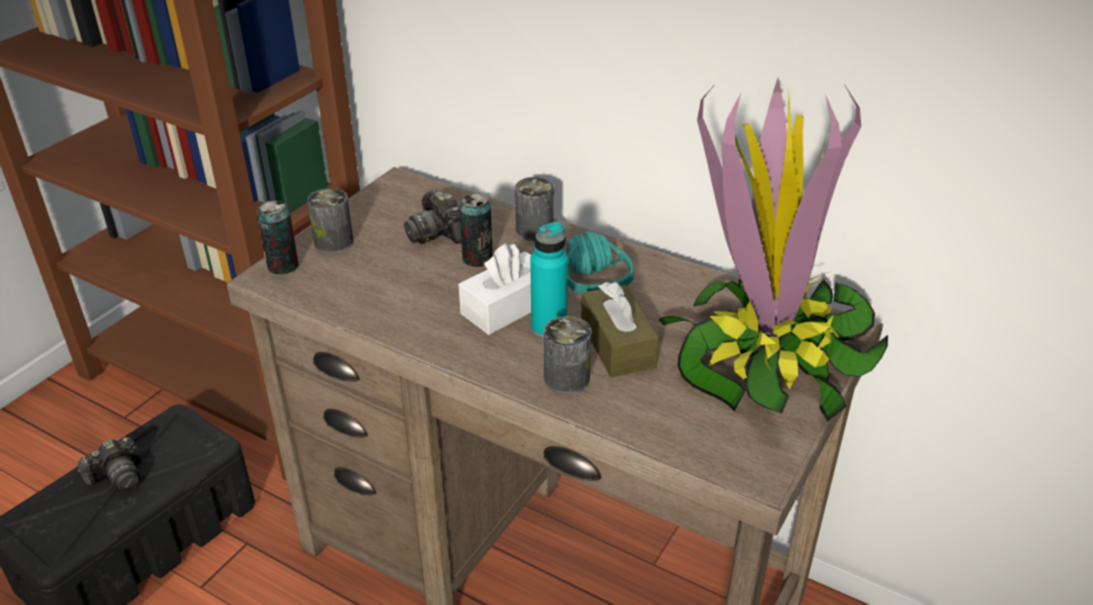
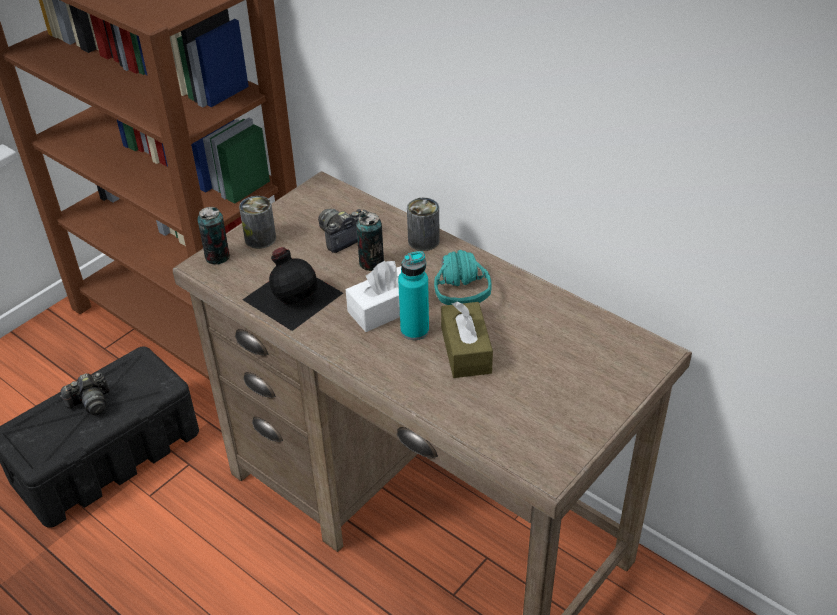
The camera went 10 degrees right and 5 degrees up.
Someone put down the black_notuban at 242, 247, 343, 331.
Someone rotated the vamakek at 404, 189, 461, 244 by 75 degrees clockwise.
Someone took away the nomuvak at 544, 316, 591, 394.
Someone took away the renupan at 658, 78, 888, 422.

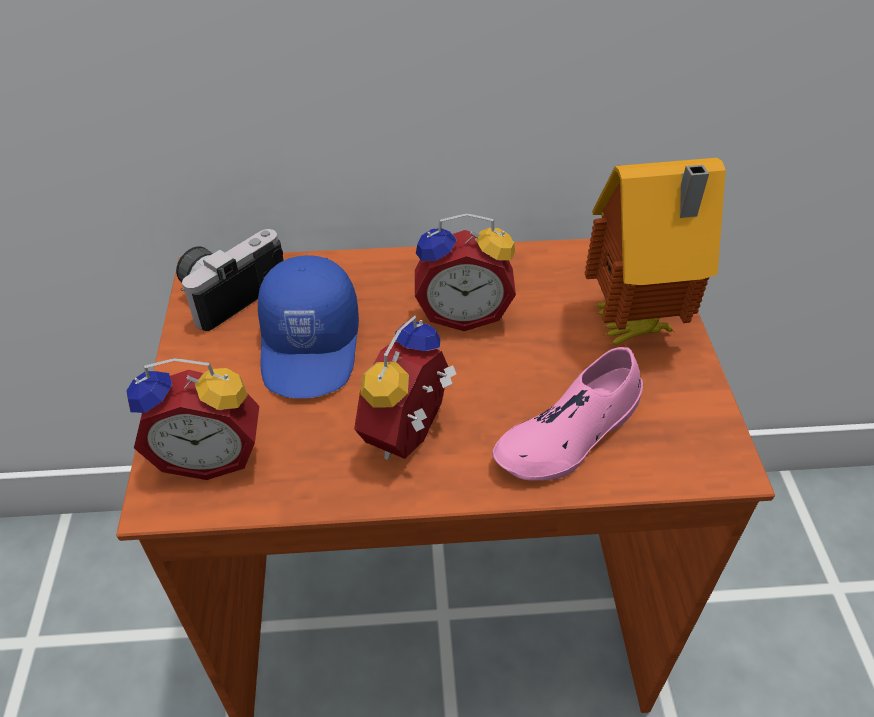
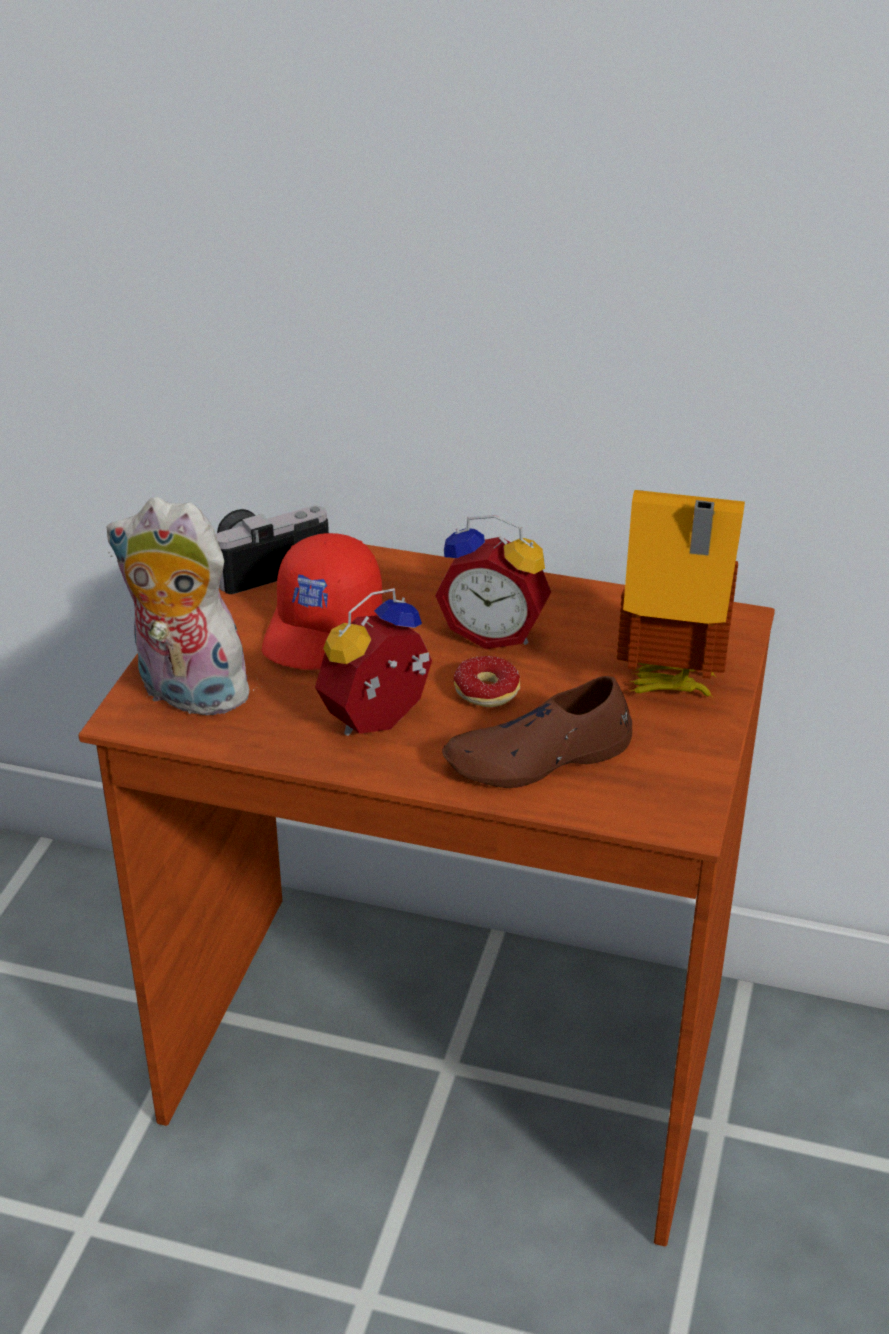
The camera went 20 degrees right and 10 degrees down.
Someone swapped the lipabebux at 126, 358, 259, 480 for the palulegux at 106, 497, 255, 720.
Someone repainted the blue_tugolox at 258, 255, 359, 398, which became the red_tugolox at 262, 533, 382, 670.
Someone repainted the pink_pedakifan at 492, 347, 643, 481, which became the brown_pedakifan at 442, 676, 632, 788.
Someone put down the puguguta at 453, 656, 520, 707.

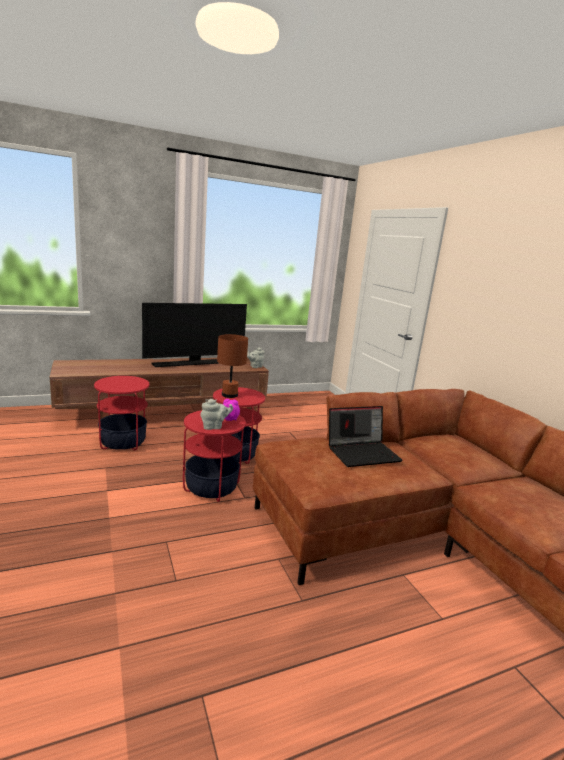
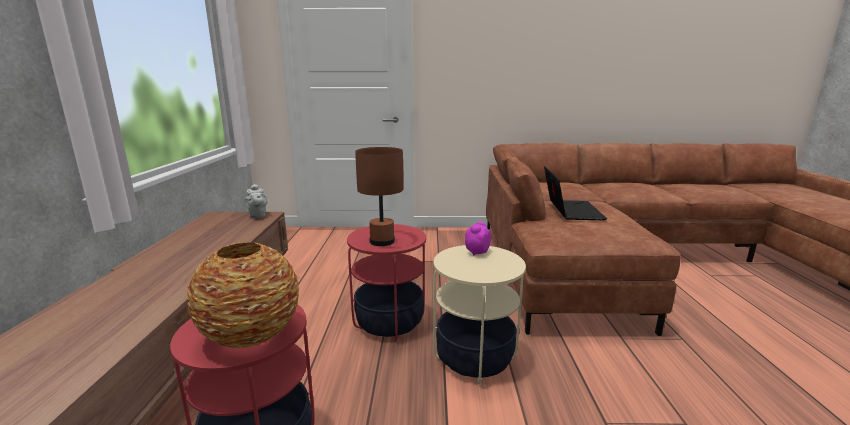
The camera went 65 degrees left and 0 degrees up.
Someone put down the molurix at 186, 242, 299, 348.
Someone repainted the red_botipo at 183, 410, 246, 502, which became the beige_botipo at 433, 245, 526, 384.
Someone took away the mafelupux at 142, 303, 247, 367.
Someone took away the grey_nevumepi at 200, 399, 233, 430.

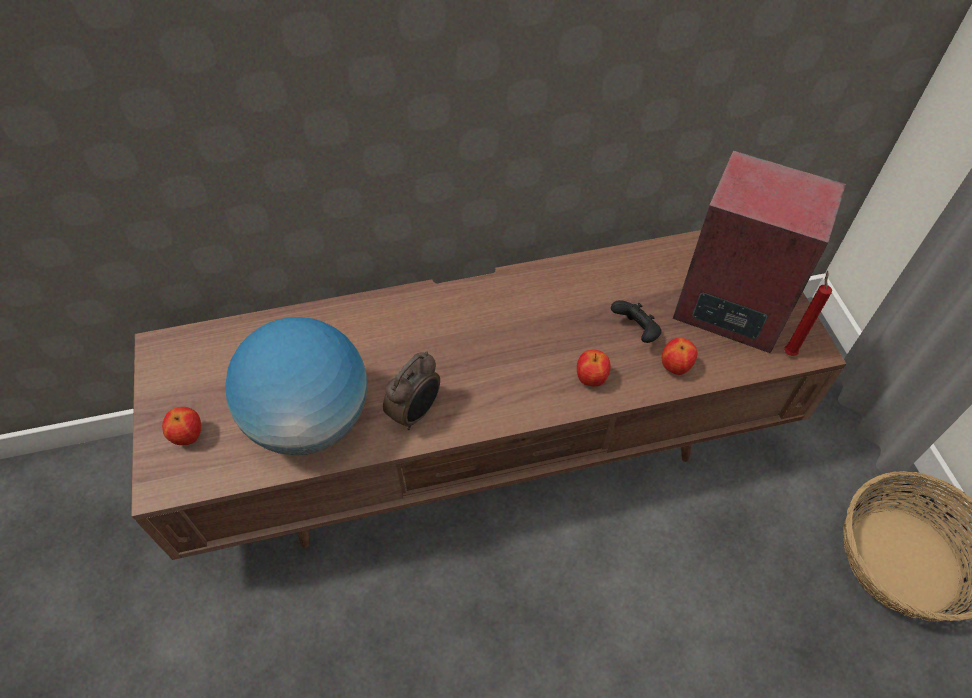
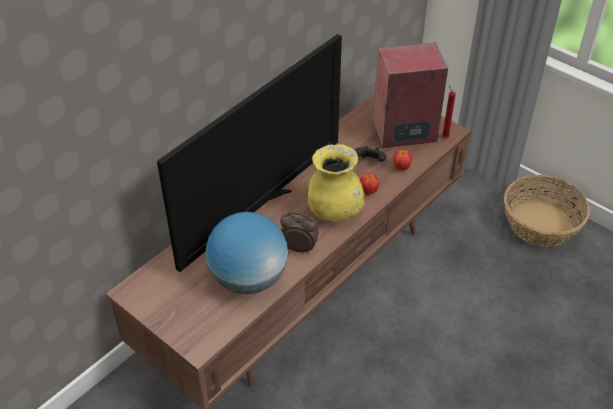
The camera went 35 degrees left and 10 degrees down.
Someone put down the mafelupux at 157, 34, 342, 272.
Someone rotated the lipabebux at 383, 351, 440, 430 by 75 degrees counterclockwise.
Someone put down the yellow_molurix at 308, 144, 365, 223.
Someone took away the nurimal at 162, 407, 201, 445.

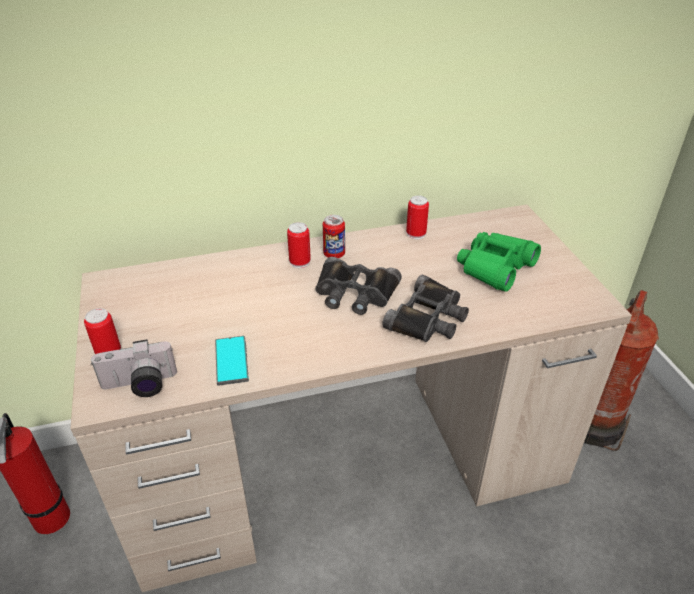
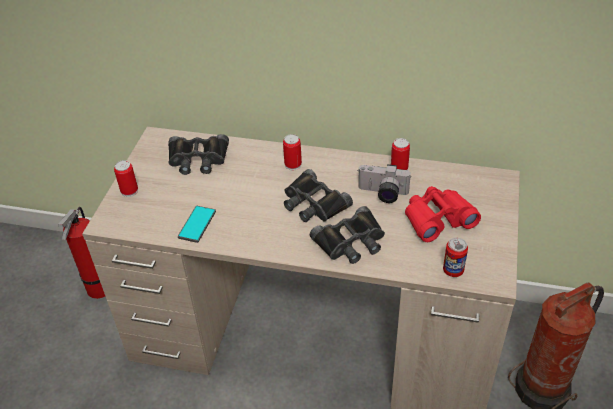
The camera went 30 degrees right and 5 degrees up.
Someone put down the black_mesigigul at 168, 134, 229, 175.
Someone carried the vamakek from 90, 339, 177, 397 to 358, 164, 411, 203.
Someone repainted the green_mesigigul at 457, 232, 541, 292, which became the red_mesigigul at 405, 186, 481, 242.
Someone carried the nomuvak from 323, 215, 345, 258 to 443, 238, 468, 277.

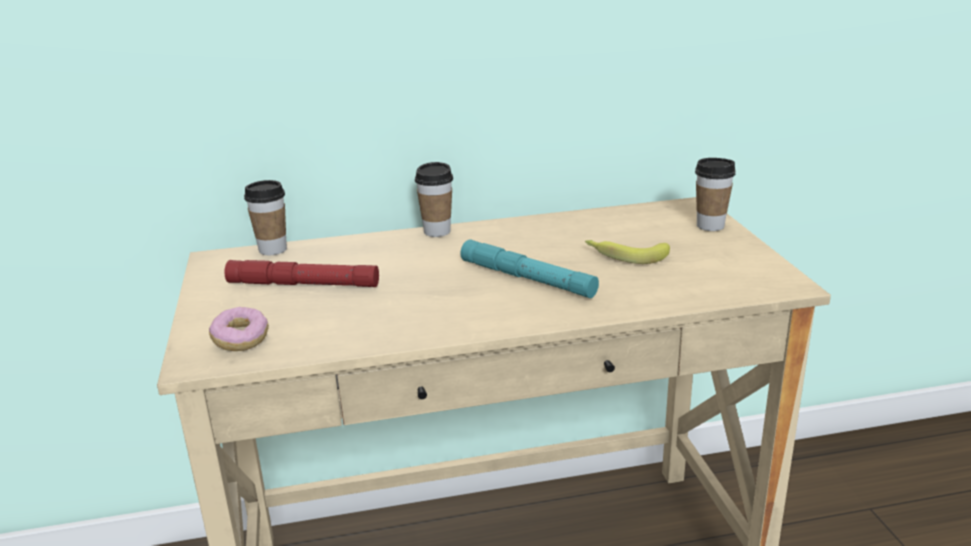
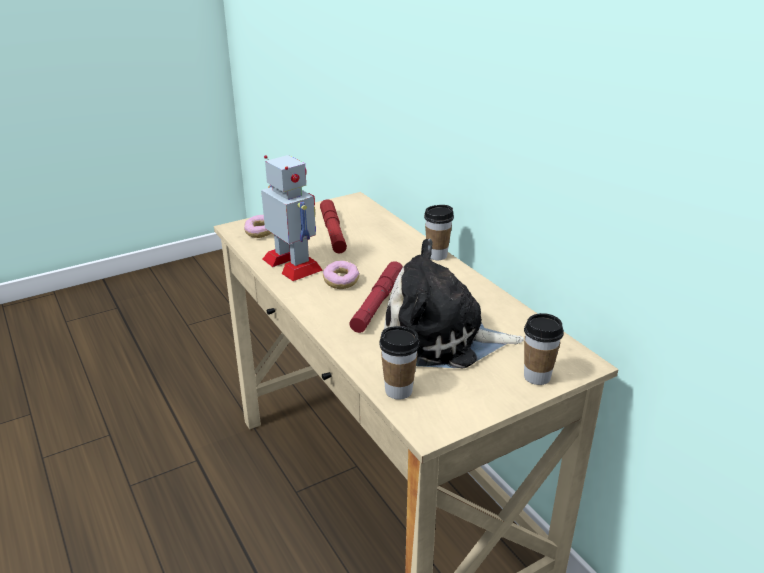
The camera went 70 degrees right and 5 degrees up.
Someone put down the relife at 261, 155, 323, 281.
Someone put down the puguguta at 323, 261, 359, 289.
Someone repainted the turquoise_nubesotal at 460, 239, 599, 298, which became the red_nubesotal at 349, 261, 403, 333.
Someone carried the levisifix from 244, 180, 287, 255 to 379, 326, 420, 400.
Someone swapped the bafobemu at 585, 240, 670, 264 for the palulegux at 384, 239, 524, 368.

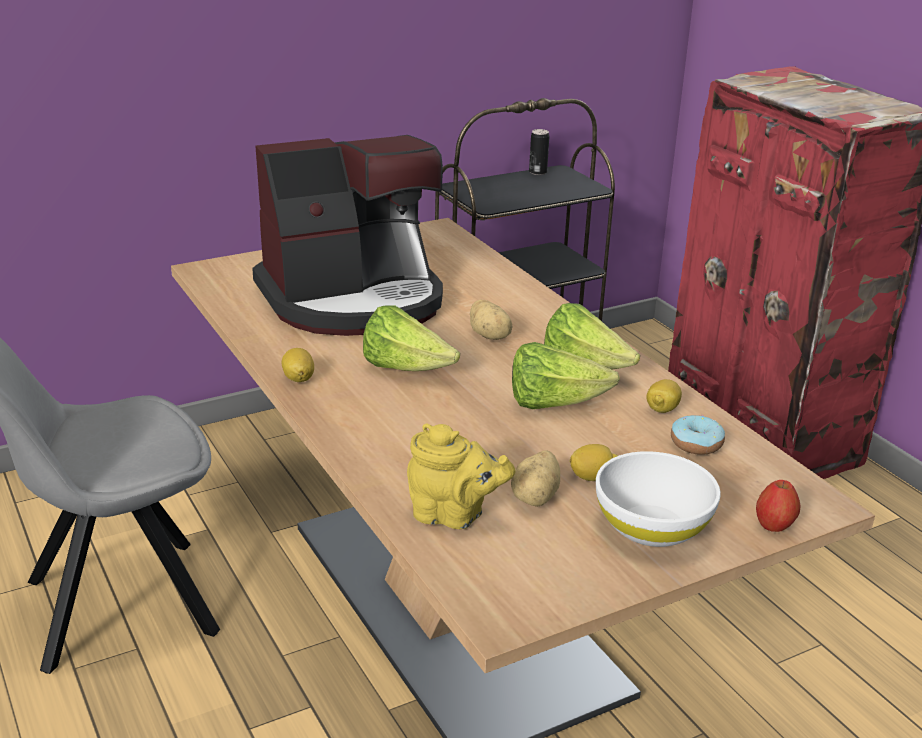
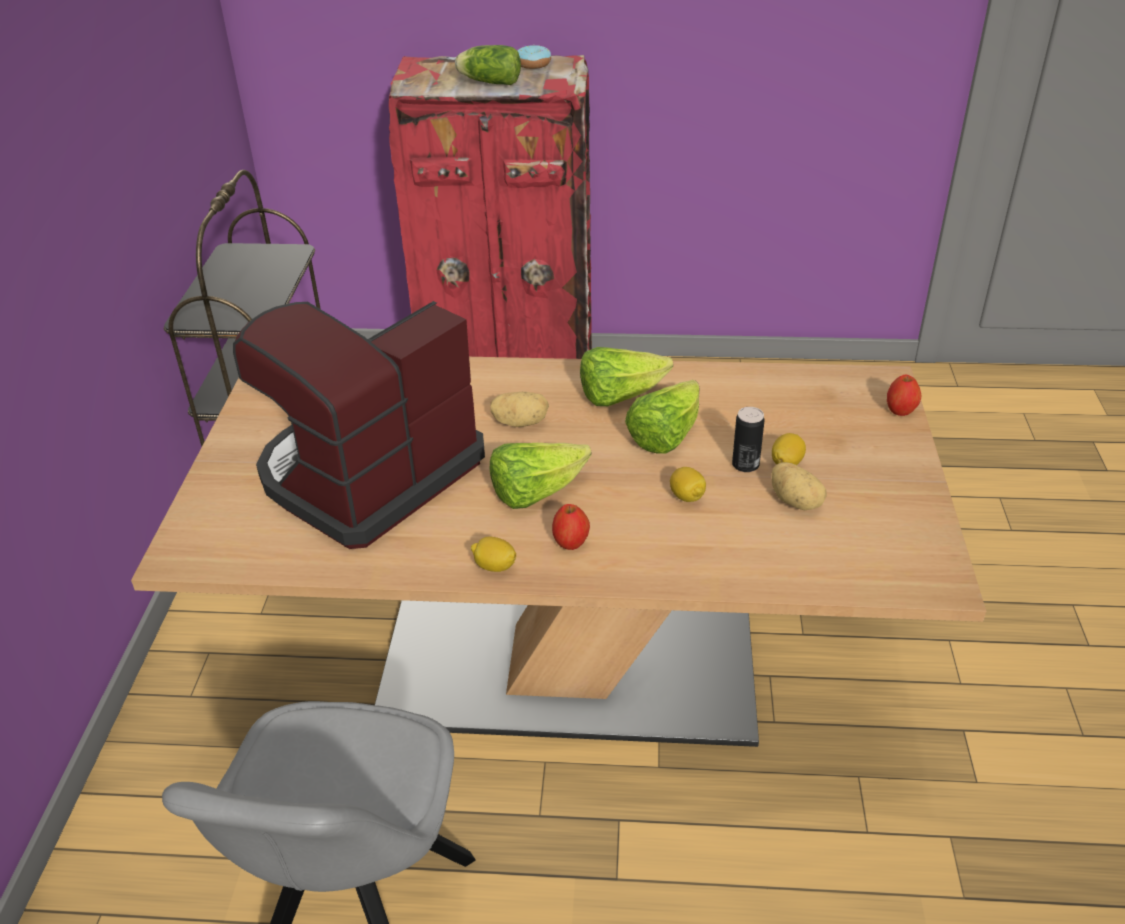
The camera went 55 degrees left and 10 degrees up.
Someone rotated the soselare at 252, 135, 443, 336 by 150 degrees counterclockwise.
Someone put down the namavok at 455, 45, 521, 85.
Someone carried the puguguta from 671, 415, 725, 455 to 517, 45, 551, 69.
Someone put down the nurimal at 552, 504, 590, 550.
Someone carried the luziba from 646, 379, 682, 413 to 670, 467, 706, 502.
Someone carried the nomuvak from 529, 129, 549, 175 to 732, 407, 765, 472.
Someone took away the yellow_nevumepi at 407, 423, 516, 529.
Someone took away the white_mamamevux at 596, 451, 721, 547.

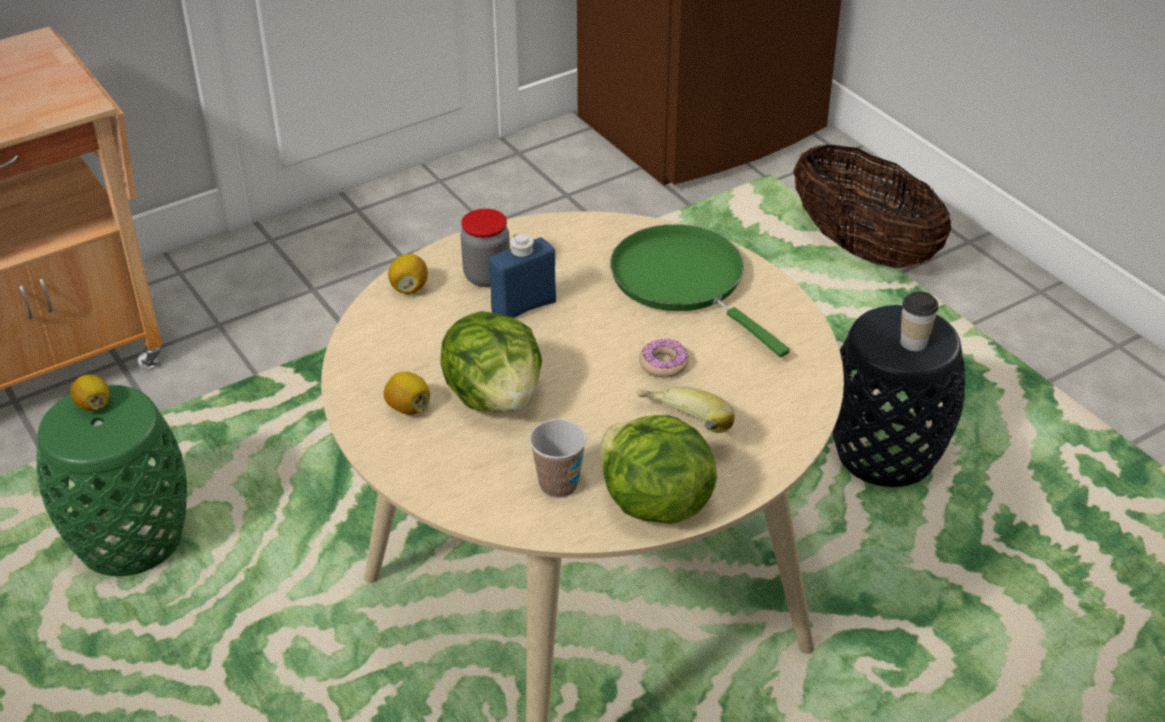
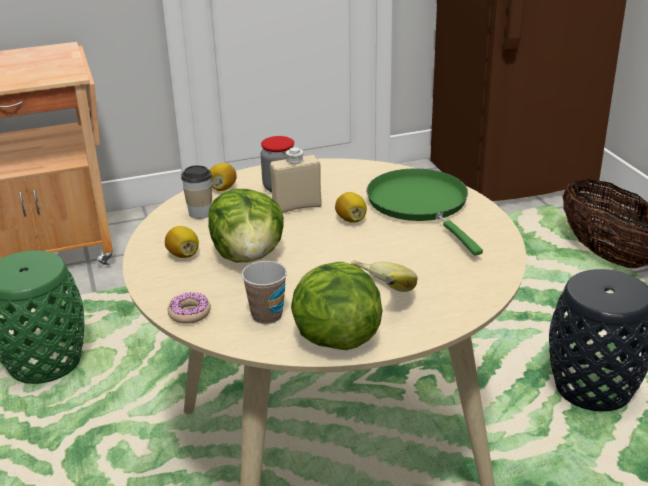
The camera went 15 degrees right and 10 degrees down.
Someone carried the puguguta from 639, 338, 689, 378 to 167, 292, 211, 324.
Someone carried the levisifix from 900, 291, 938, 351 to 181, 165, 212, 219.
Someone repainted the blue_notuban at 489, 234, 556, 318, which became the beige_notuban at 270, 147, 322, 213.
Someone carried the luziba from 71, 375, 109, 411 to 335, 192, 367, 223.

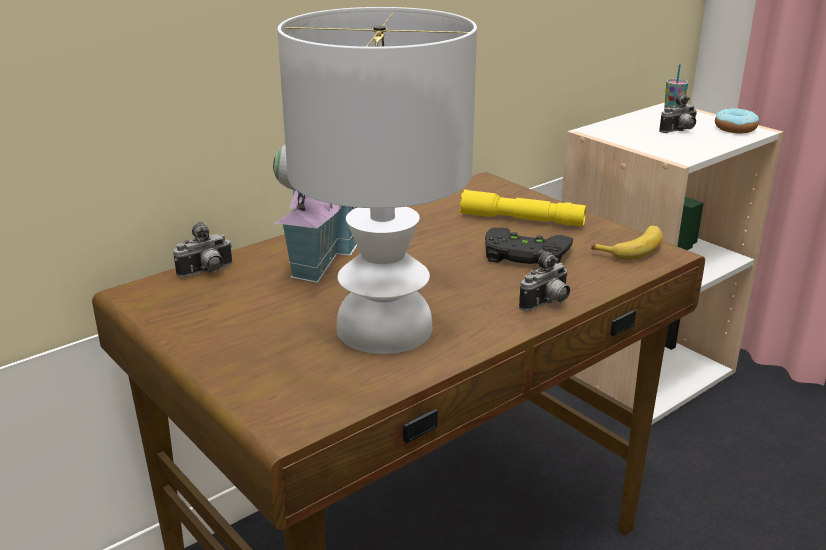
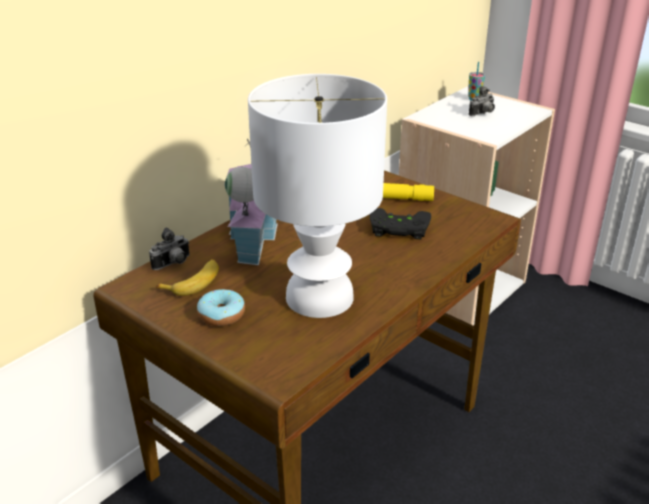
The camera went 10 degrees left and 5 degrees up.
Someone carried the bafobemu from 591, 225, 663, 260 to 156, 259, 219, 296.
Someone carried the puguguta from 715, 108, 759, 134 to 197, 289, 245, 326.
Someone took away the vamakek at 519, 250, 570, 311.

